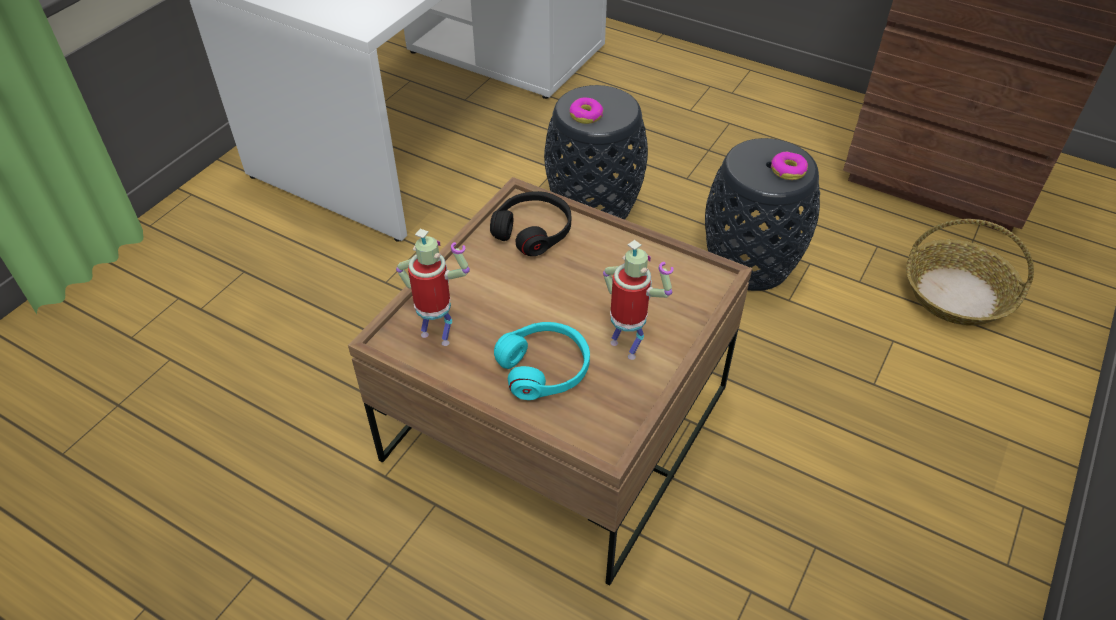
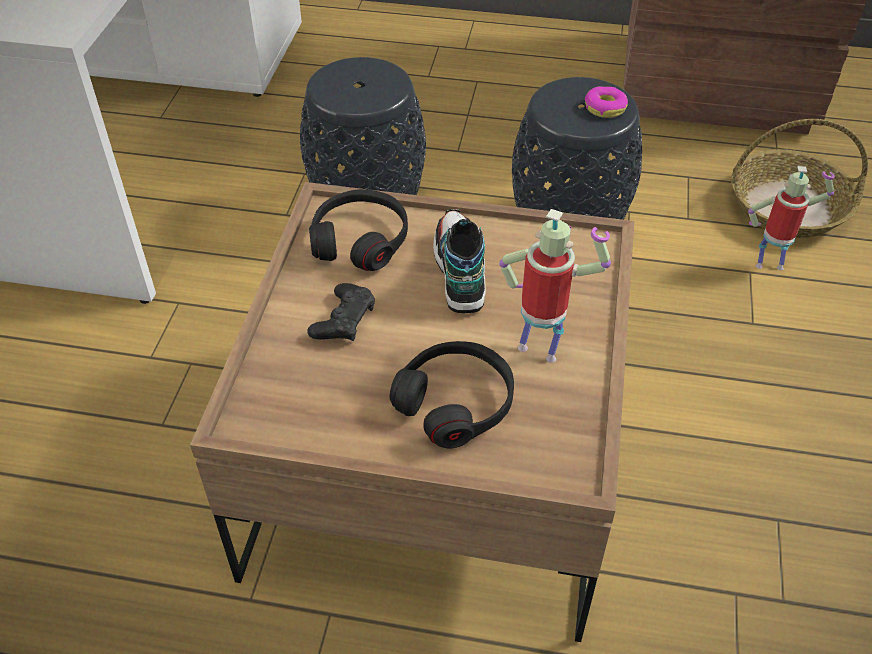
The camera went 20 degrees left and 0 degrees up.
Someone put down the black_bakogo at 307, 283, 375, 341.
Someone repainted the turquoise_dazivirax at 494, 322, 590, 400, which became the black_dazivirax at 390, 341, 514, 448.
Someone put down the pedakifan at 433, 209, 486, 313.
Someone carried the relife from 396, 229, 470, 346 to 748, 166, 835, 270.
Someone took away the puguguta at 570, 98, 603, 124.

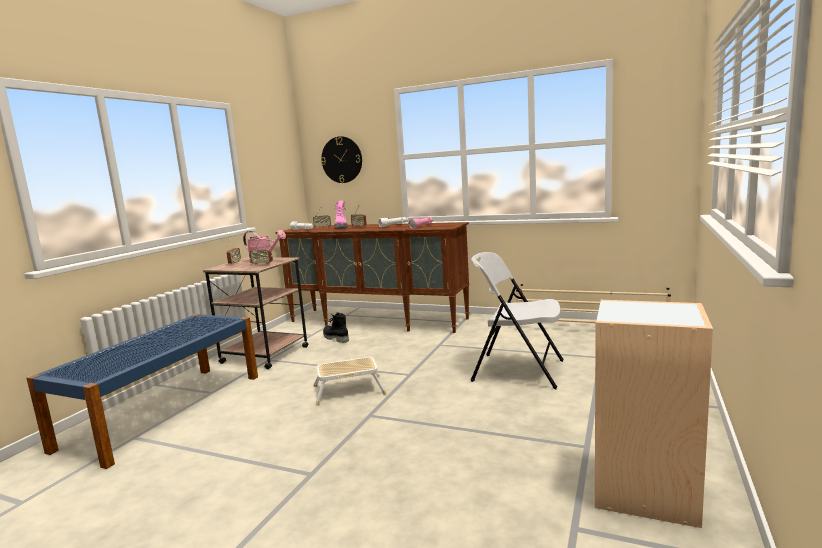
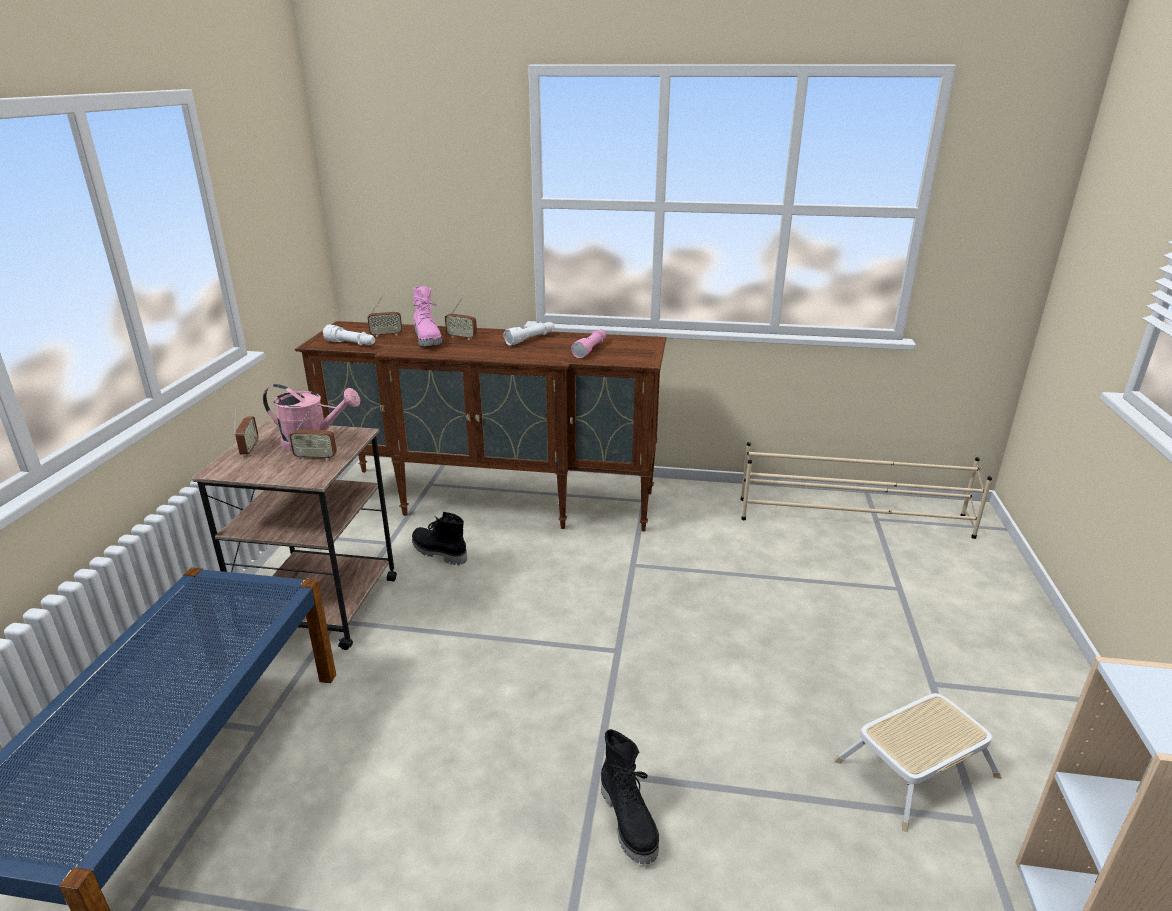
The camera went 15 degrees left and 15 degrees up.
Someone put down the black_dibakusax at 601, 729, 659, 864.
Someone carried the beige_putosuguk from 313, 357, 387, 406 to 834, 693, 1002, 832.
Someone took away the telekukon at 321, 136, 362, 183.
Someone took away the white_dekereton at 471, 252, 564, 389.

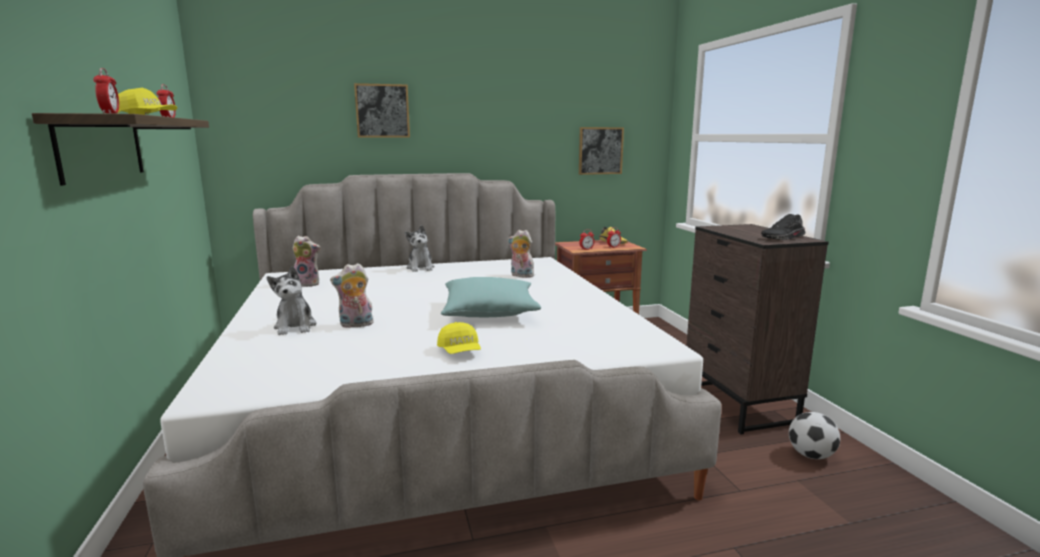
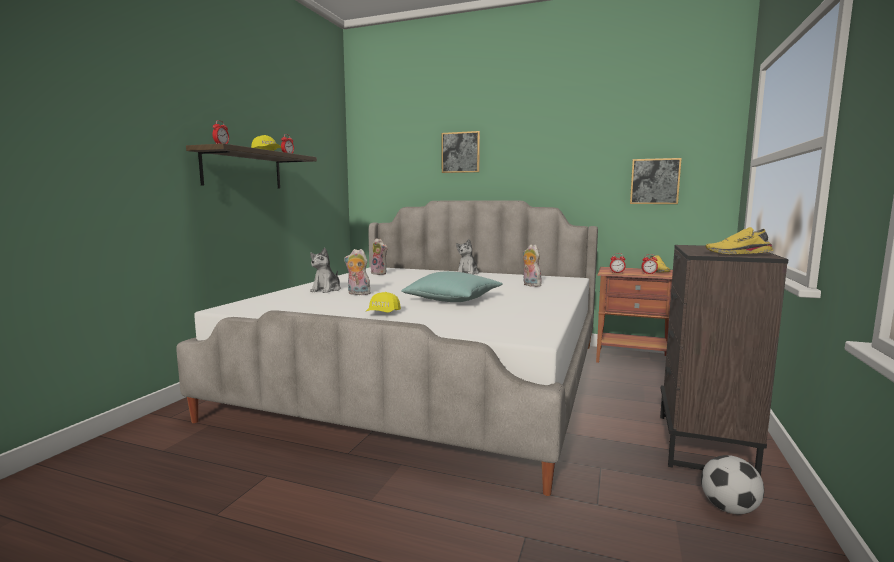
The camera went 35 degrees right and 5 degrees down.
Someone repainted the black_pedakifan at 761, 214, 806, 240, which became the yellow_pedakifan at 705, 227, 773, 254.

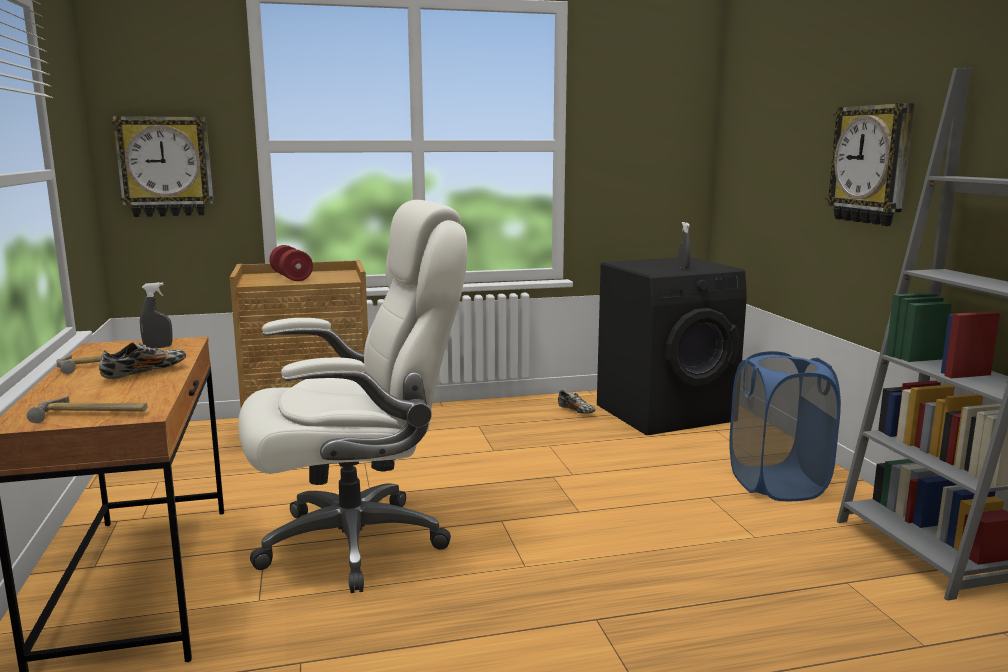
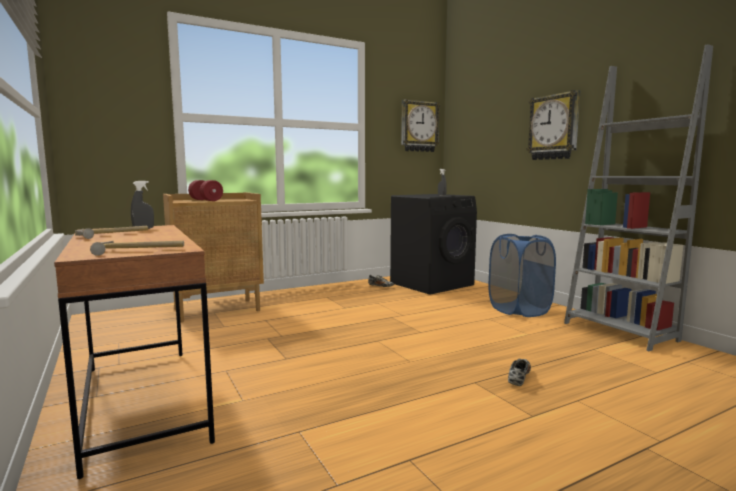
The camera went 15 degrees left and 5 degrees down.
Someone carried the telekukon from 112, 116, 214, 217 to 401, 99, 441, 152.
Someone carried the pedakifan from 99, 342, 186, 379 to 508, 358, 531, 386.
Someone took away the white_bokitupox at 238, 200, 467, 593.

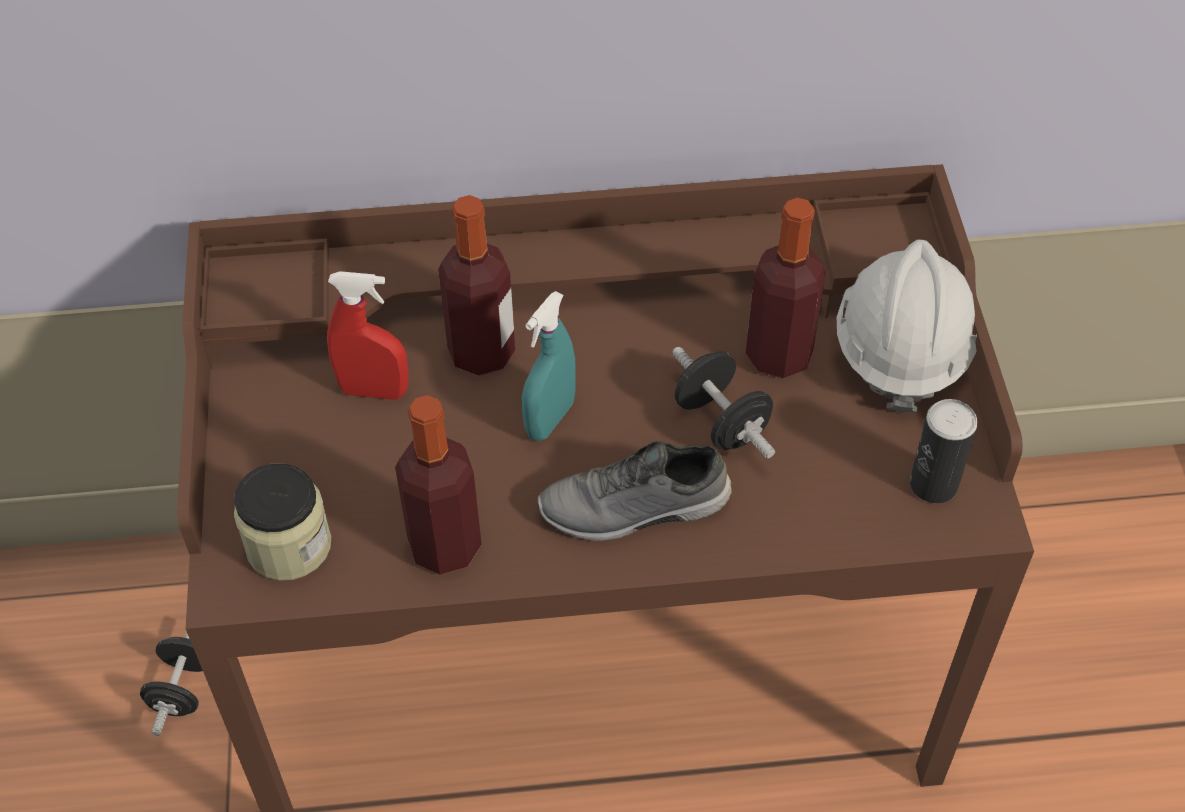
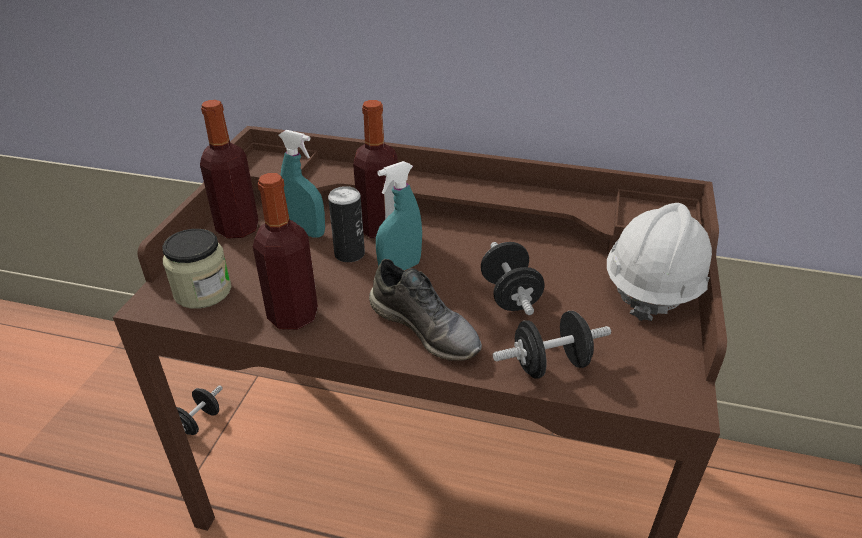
The camera went 20 degrees right and 15 degrees down.
Someone carried the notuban from 746, 198, 826, 379 to 200, 100, 258, 239.
Someone repainted the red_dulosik at 327, 271, 409, 400, which became the turquoise_dulosik at 279, 130, 325, 238.
Someone carried the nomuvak from 910, 399, 978, 503 to 328, 186, 365, 262.
Someone rotated the grey_pedakifan at 537, 441, 732, 541 by 150 degrees counterclockwise.
Someone put down the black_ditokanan at 493, 311, 611, 379.

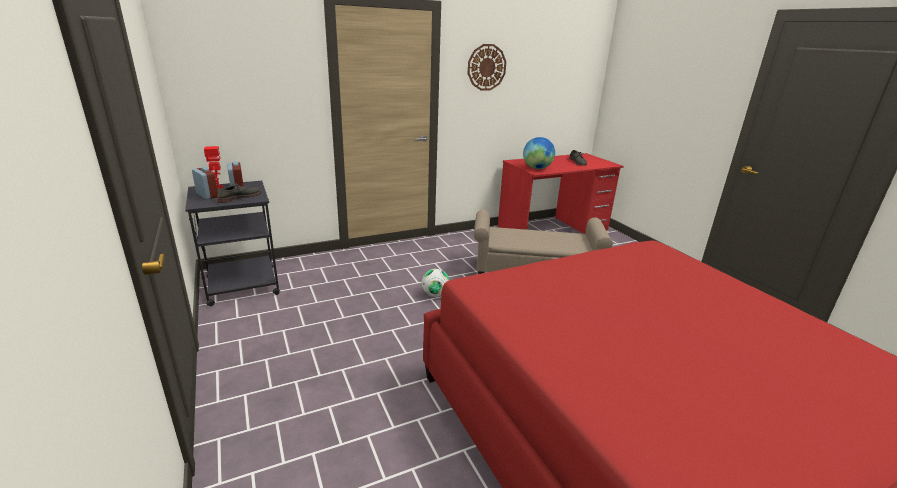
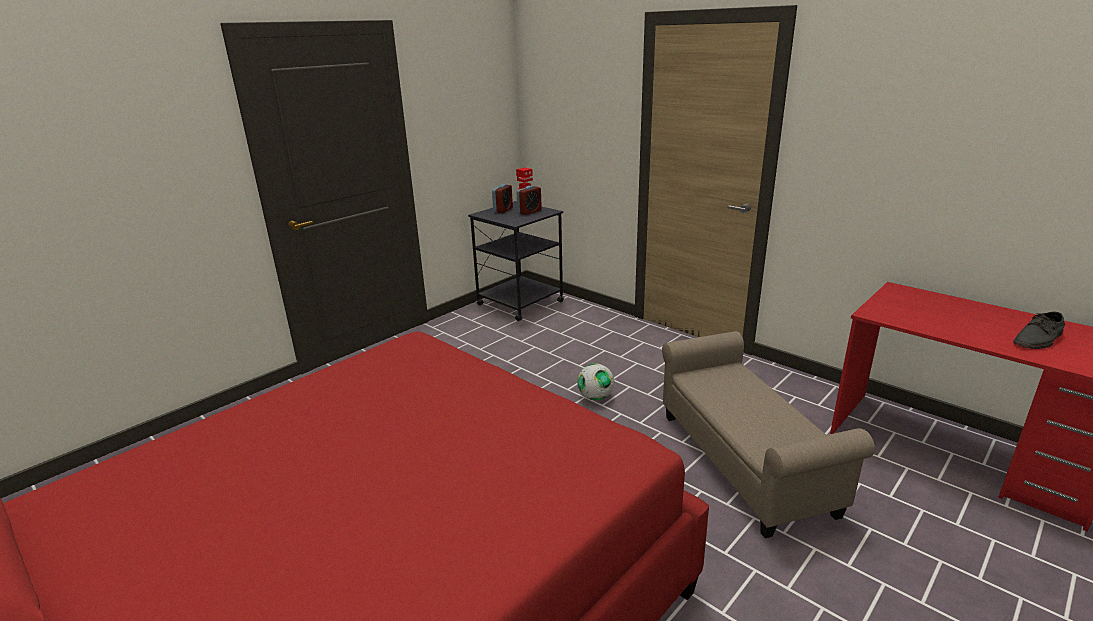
The camera went 70 degrees right and 0 degrees up.
Someone took away the grey_pedakifan at 217, 183, 262, 203.
Someone took away the telekukon at 468, 44, 506, 91.
Someone took away the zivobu at 523, 137, 555, 169.

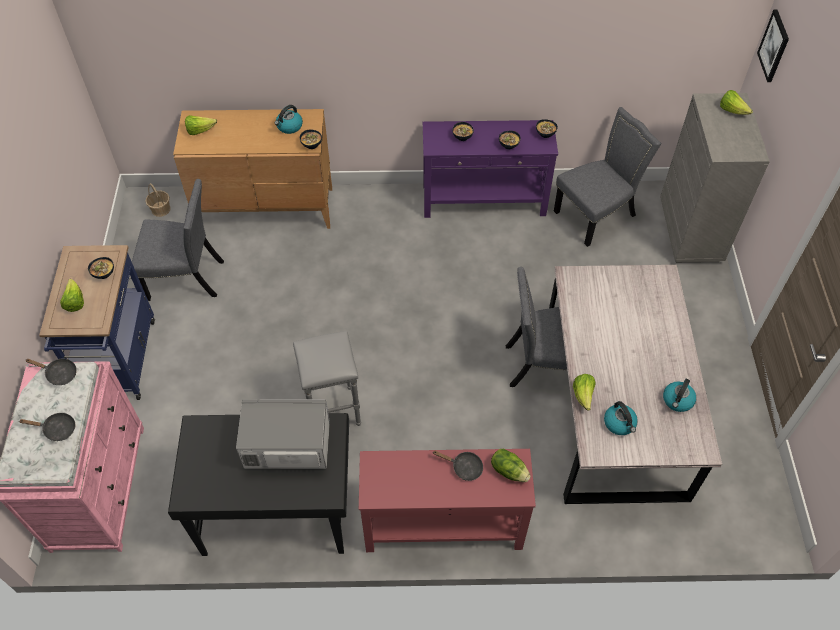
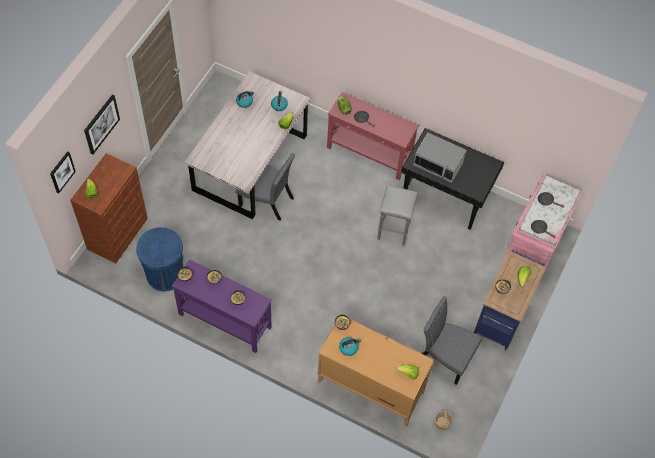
The camera went 155 degrees left and 5 degrees up.
Someone repainted the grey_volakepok at 660, 93, 770, 263, which became the brown_volakepok at 70, 153, 148, 264.
Someone put up the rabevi at 84, 94, 120, 155.
Someone swapped the grey_dekereton at 554, 107, 661, 247 for the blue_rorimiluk at 136, 227, 183, 291.

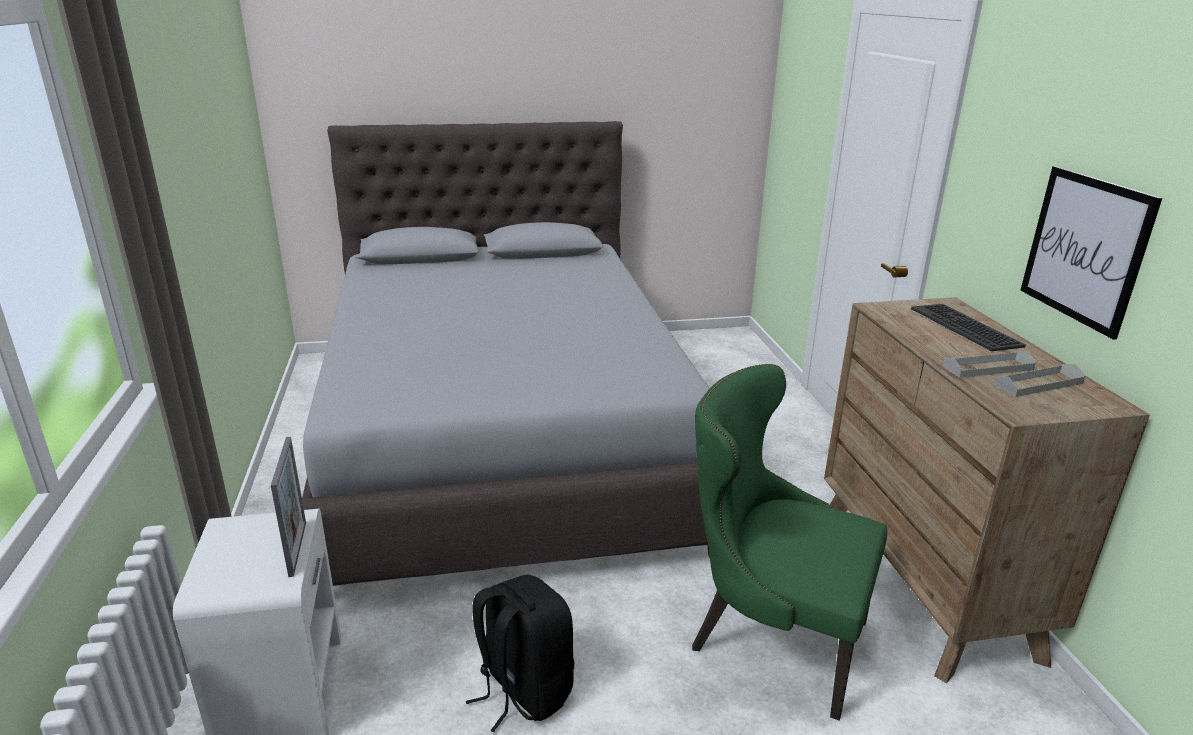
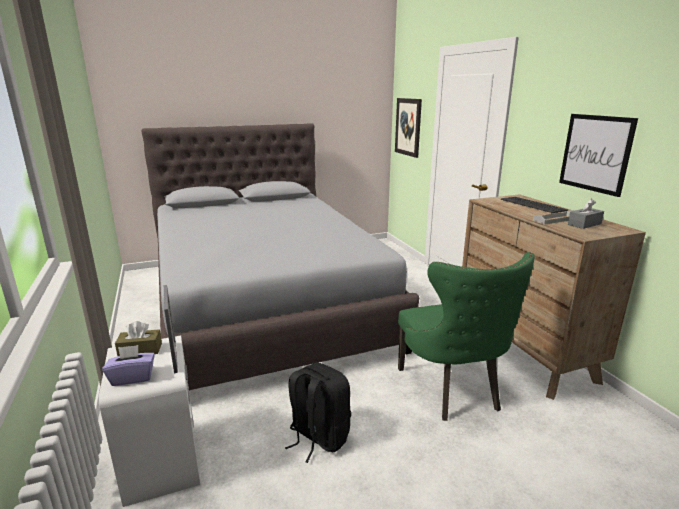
The camera went 10 degrees left and 5 degrees down.
Someone put down the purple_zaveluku at 102, 345, 155, 386.
Someone put down the brown_zaveluku at 115, 321, 162, 357.
Someone put up the rabevi at 395, 98, 422, 158.
Someone rotated the green_dekereton at 692, 364, 887, 721 by 120 degrees counterclockwise.
Someone swapped the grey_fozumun at 994, 364, 1086, 397 for the grey_zaveluku at 568, 199, 604, 229.

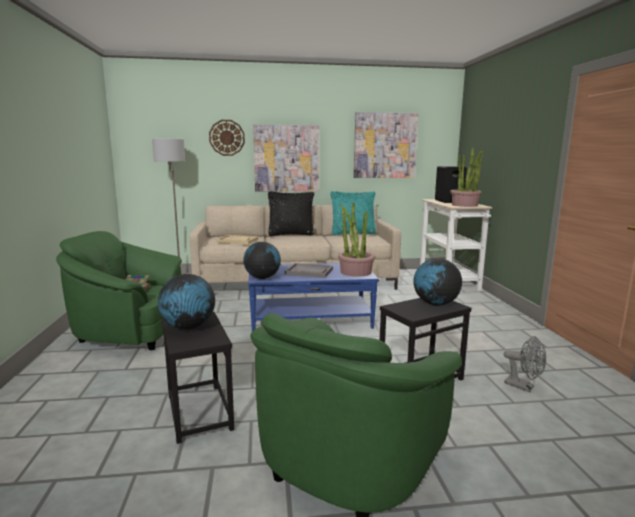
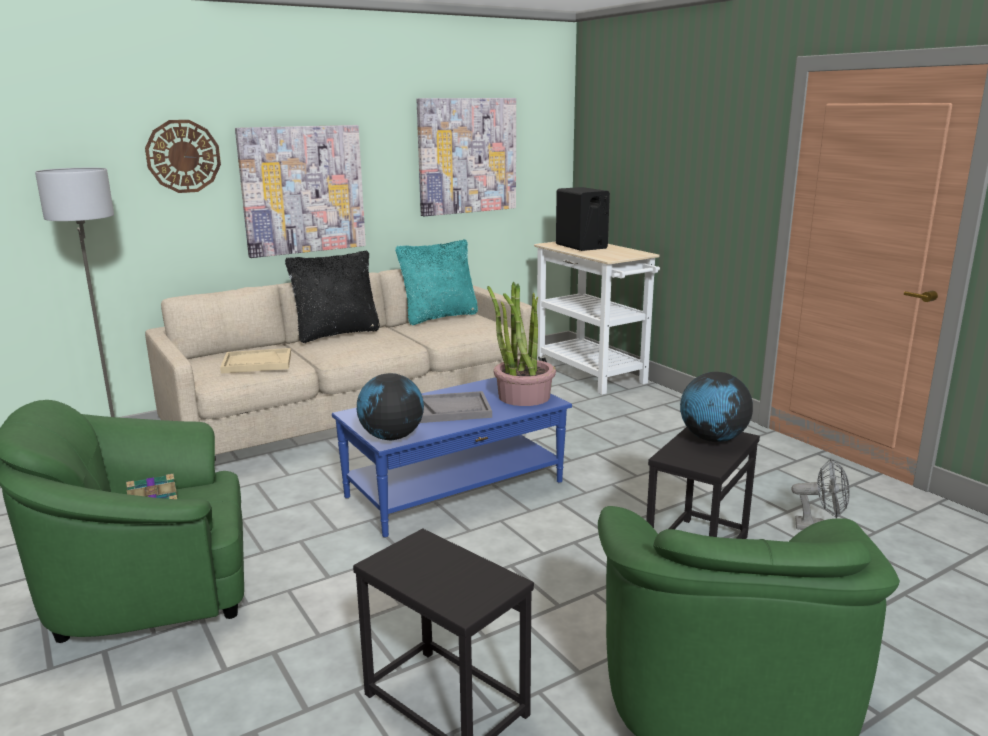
The camera went 25 degrees left and 5 degrees up.
Someone took away the zivobu at 158, 274, 215, 330.
Someone took away the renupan at 450, 148, 483, 207.

